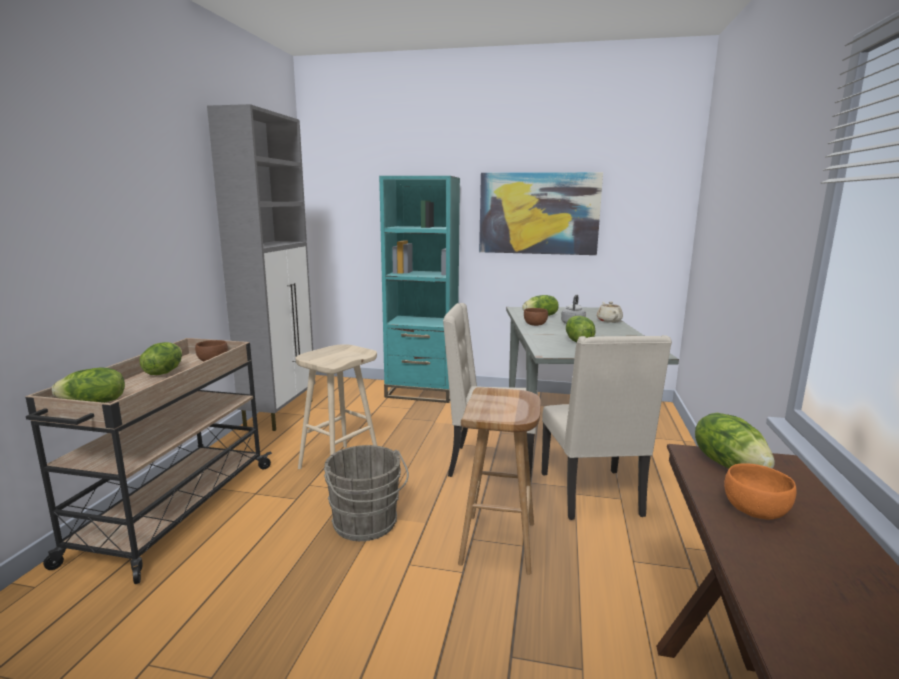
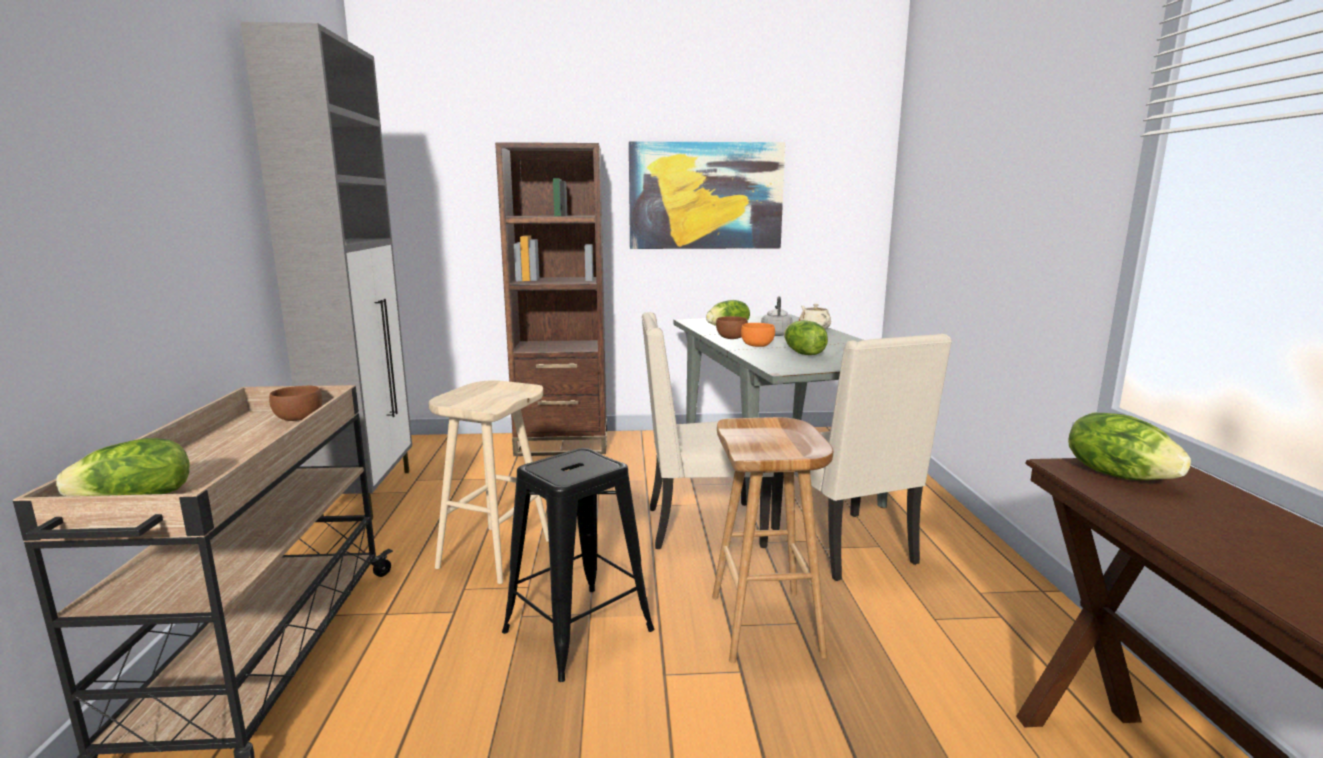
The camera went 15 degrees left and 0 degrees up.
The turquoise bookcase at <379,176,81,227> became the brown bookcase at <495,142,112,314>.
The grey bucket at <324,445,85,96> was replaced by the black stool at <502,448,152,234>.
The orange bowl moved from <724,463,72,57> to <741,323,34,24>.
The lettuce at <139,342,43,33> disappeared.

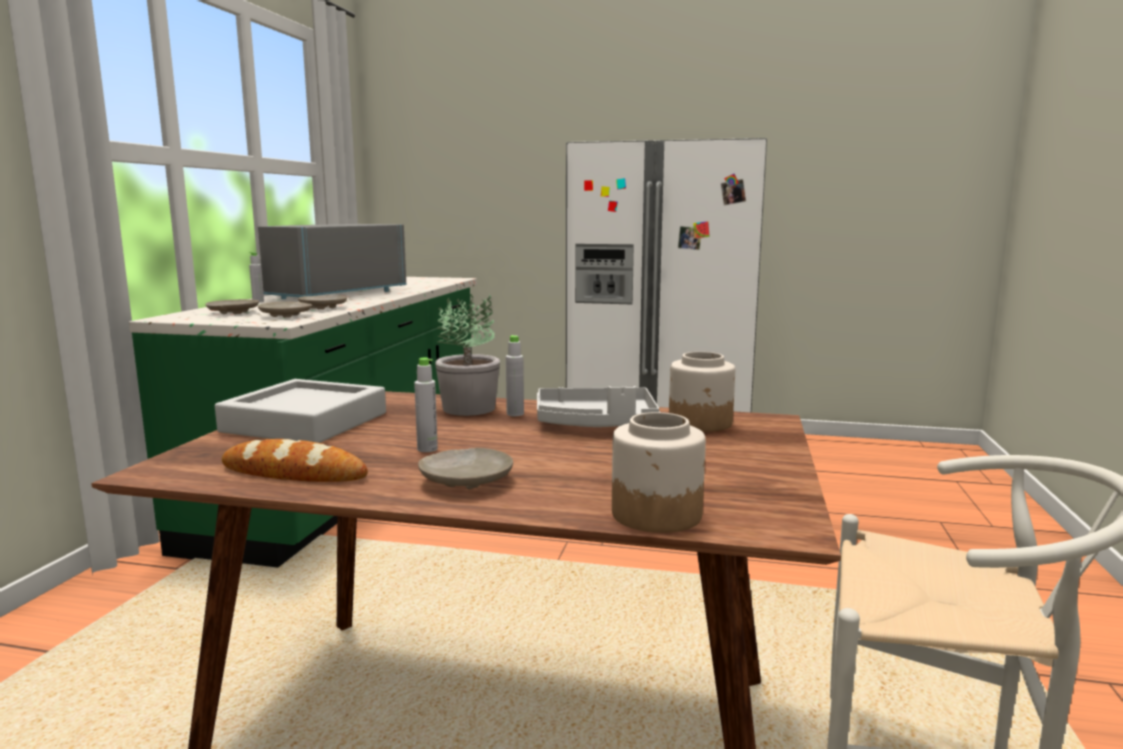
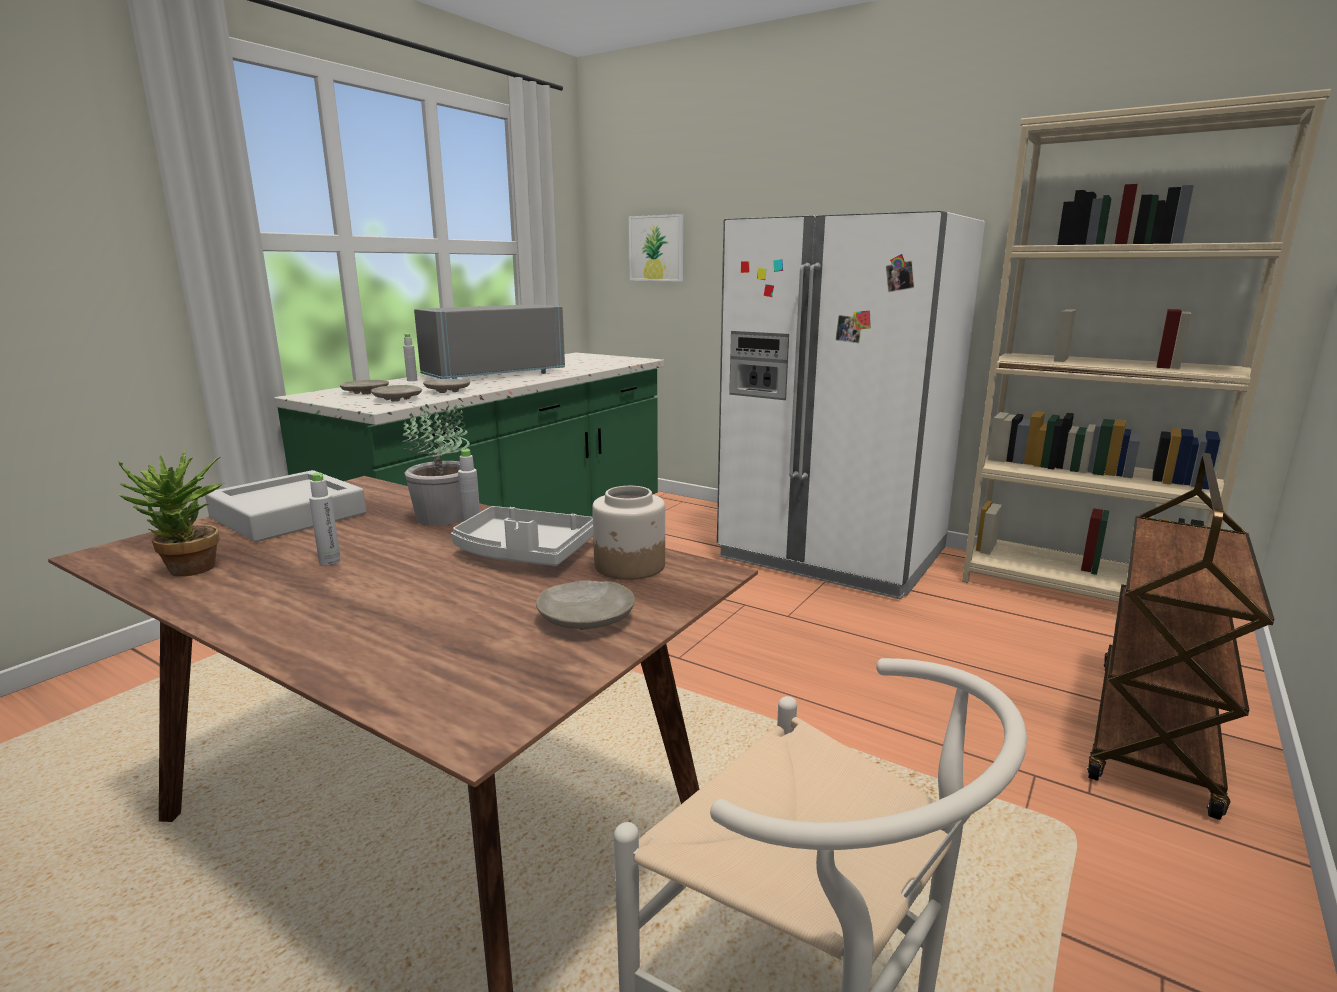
The camera went 20 degrees right and 5 degrees up.
The bread at <222,439,146,43> was replaced by the potted plant at <118,450,107,126>.
The beige plate moved from <418,448,95,42> to <536,581,99,49>.
The picture at <629,214,54,67> appeared.
The beige bookcase at <962,89,369,514> appeared.
The brown cart at <1087,453,187,367> appeared.
The jar at <612,412,94,121> disappeared.

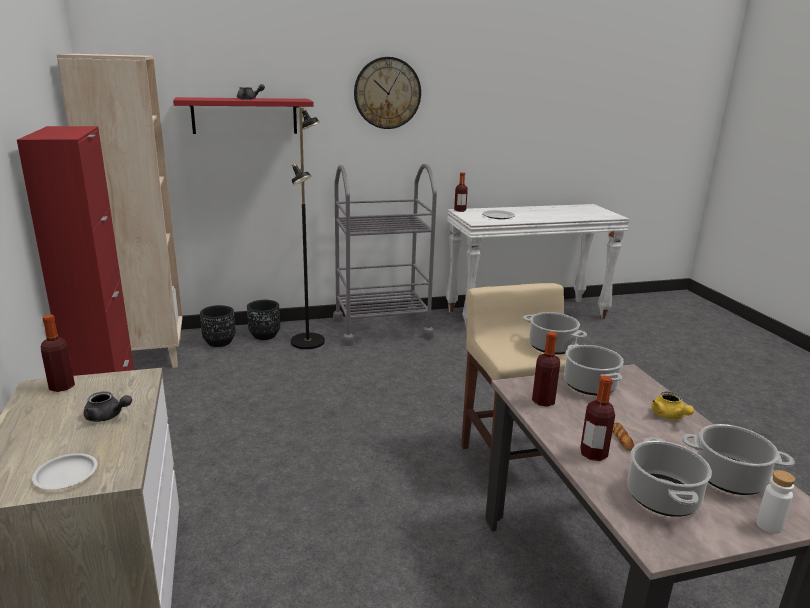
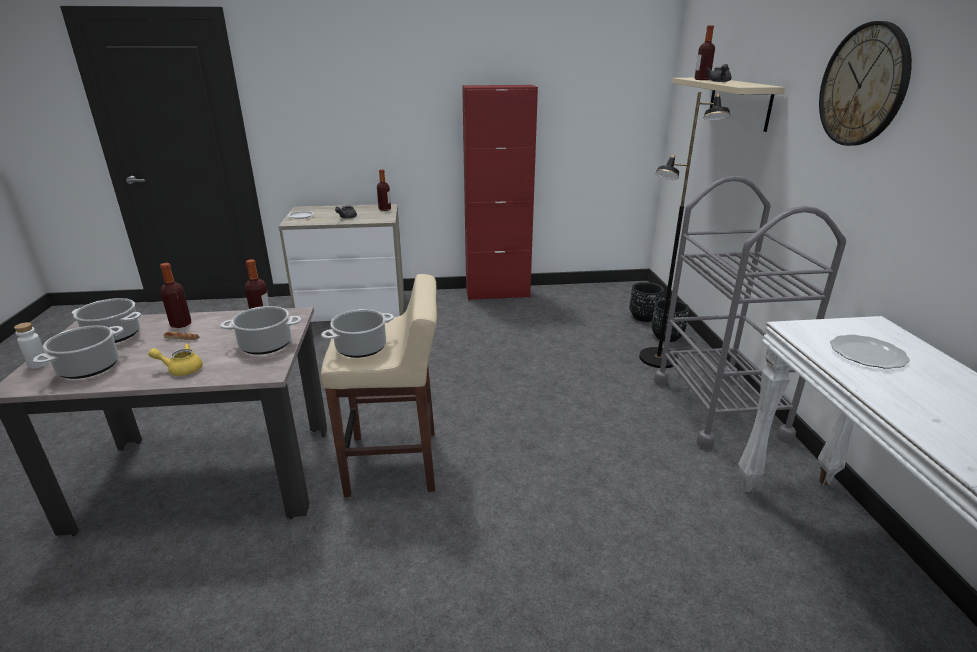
The camera went 100 degrees right and 5 degrees up.
The red shelf at <173,97,141,37> became the beige shelf at <672,78,113,54>.
The bottle moved from <454,172,14,40> to <695,25,20,55>.
The beige bookcase at <56,54,127,314> disappeared.

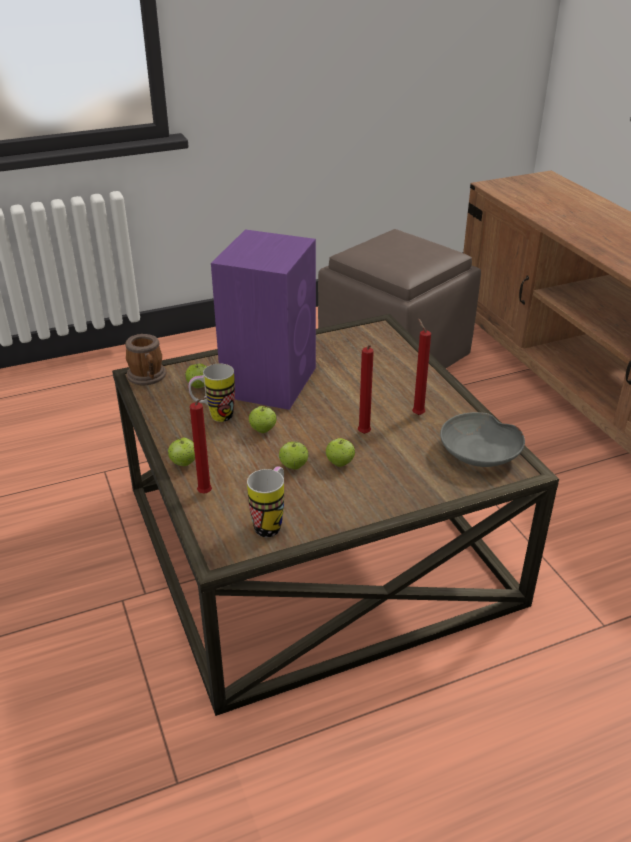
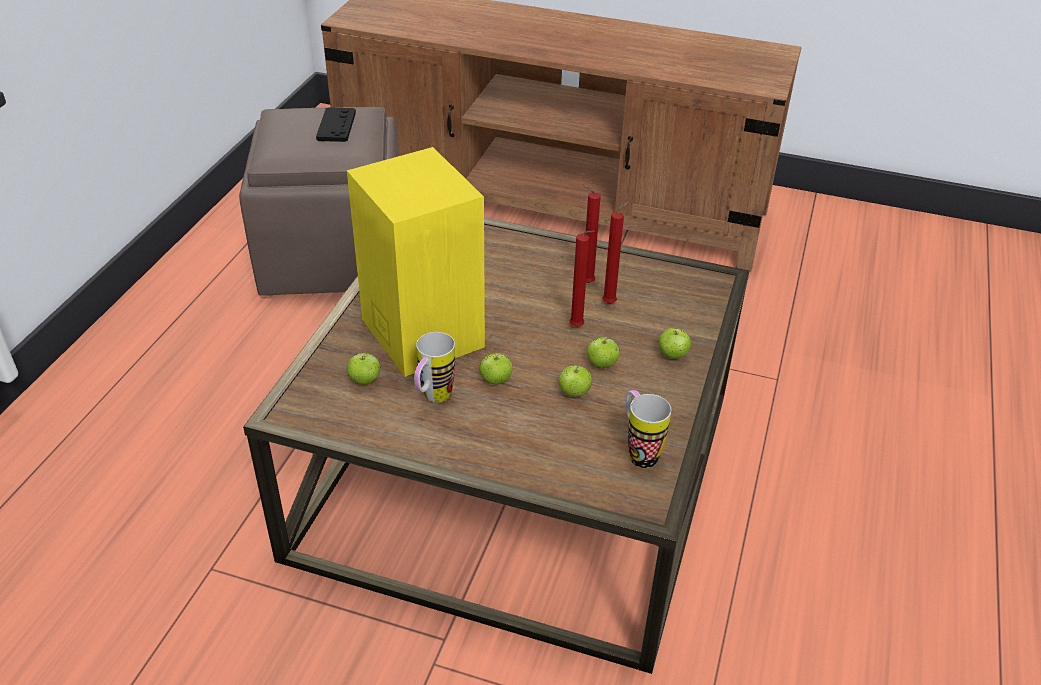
The camera went 50 degrees left and 5 degrees up.
The black game controller at <316,107,40,35> appeared.
The purple speaker at <211,229,105,181> became the yellow speaker at <347,147,138,230>.
The red candle moved from <190,397,22,97> to <602,201,28,103>.
The apple moved from <168,438,27,28> to <659,328,32,31>.
The mug at <125,334,41,51> disappeared.
The grey bowl at <440,412,85,55> disappeared.

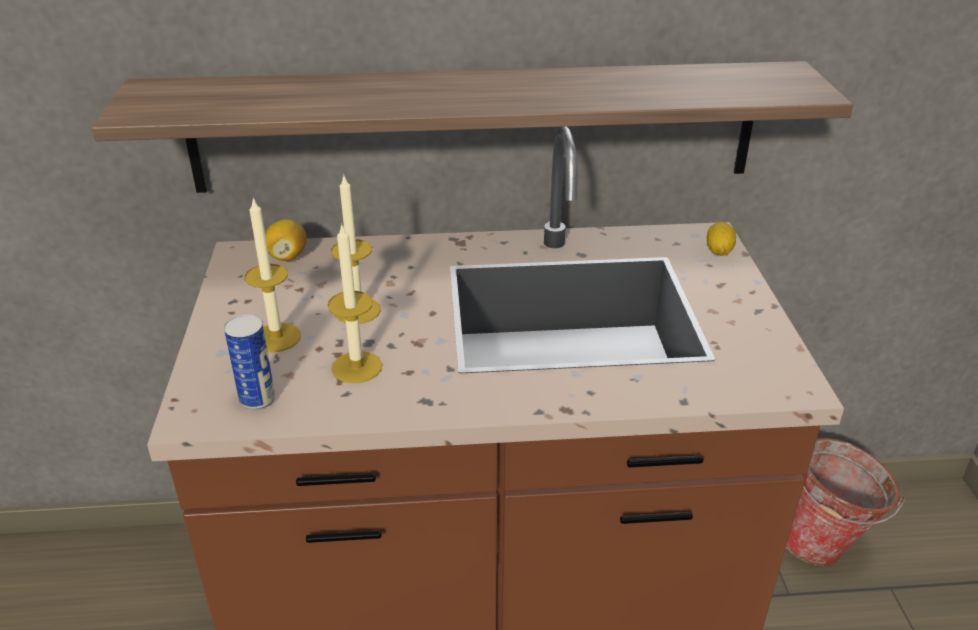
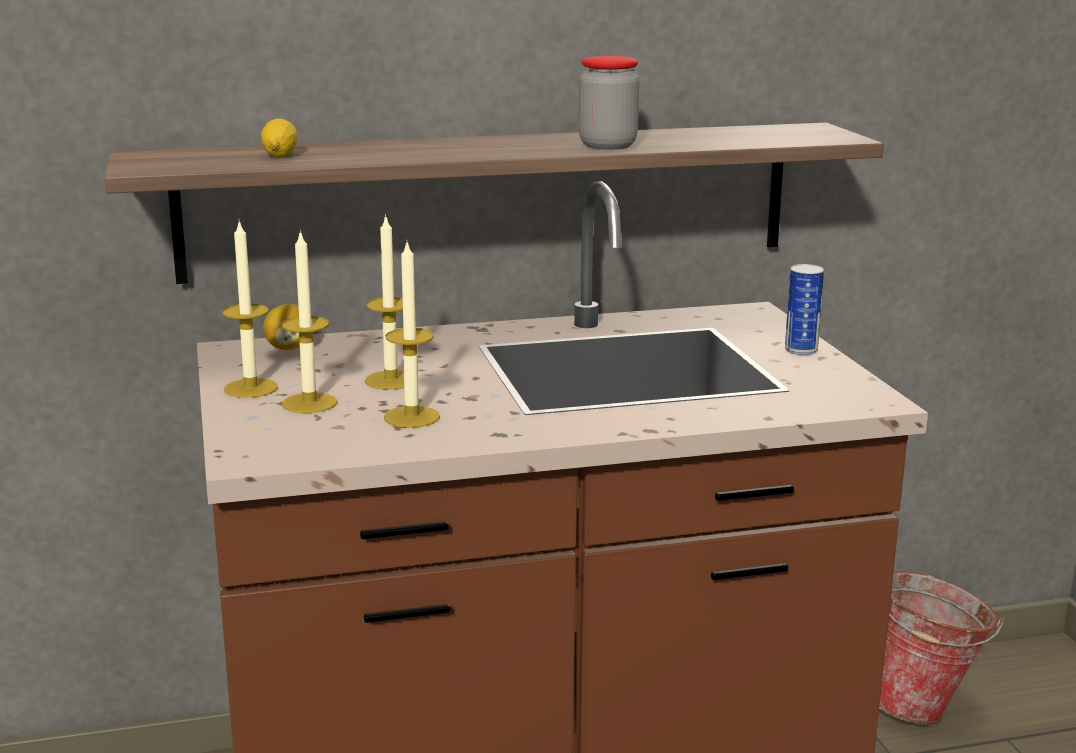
The camera went 10 degrees left and 15 degrees down.
The candle at <222,221,56,177> appeared.
The lemon moved from <707,222,29,34> to <261,118,37,39>.
The jar at <579,56,60,94> appeared.
The can moved from <224,315,51,96> to <785,264,39,91>.

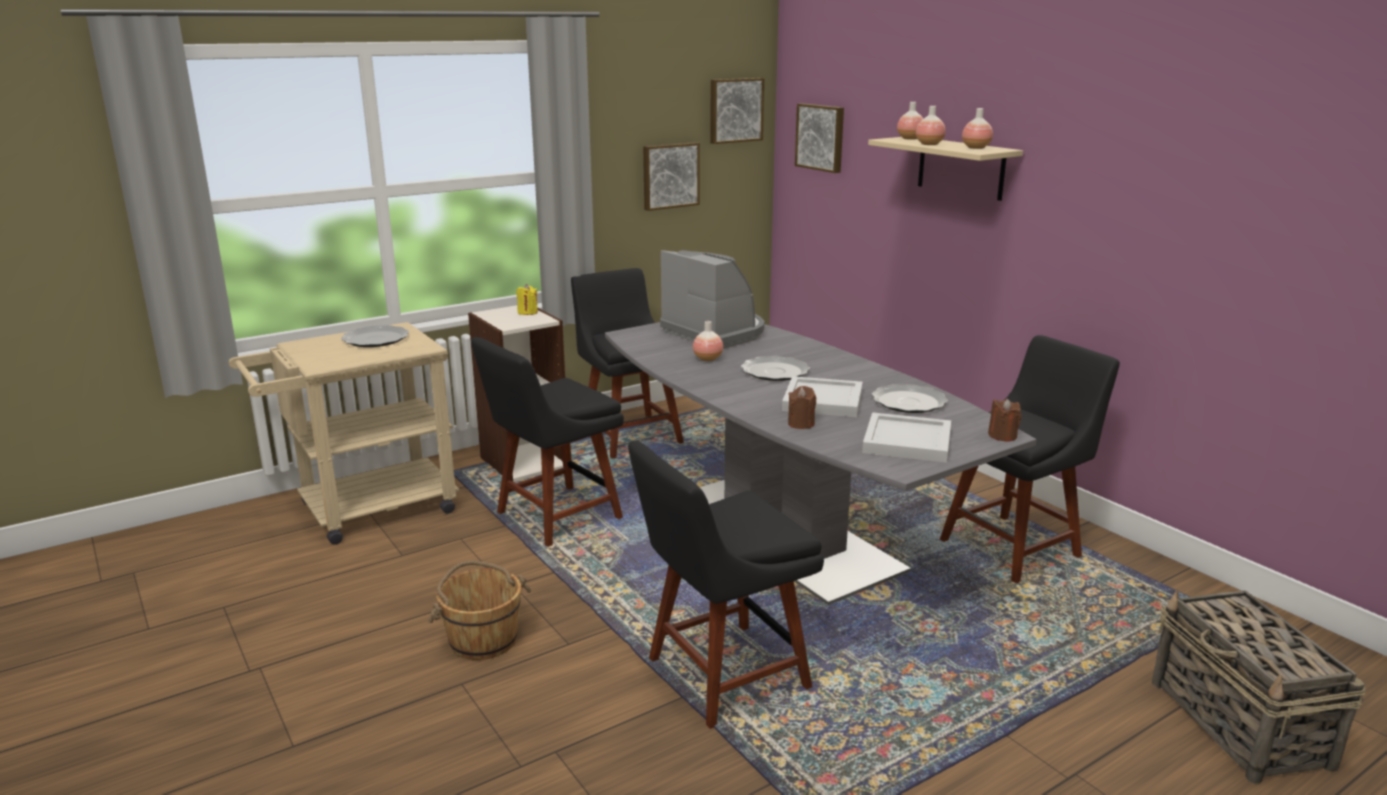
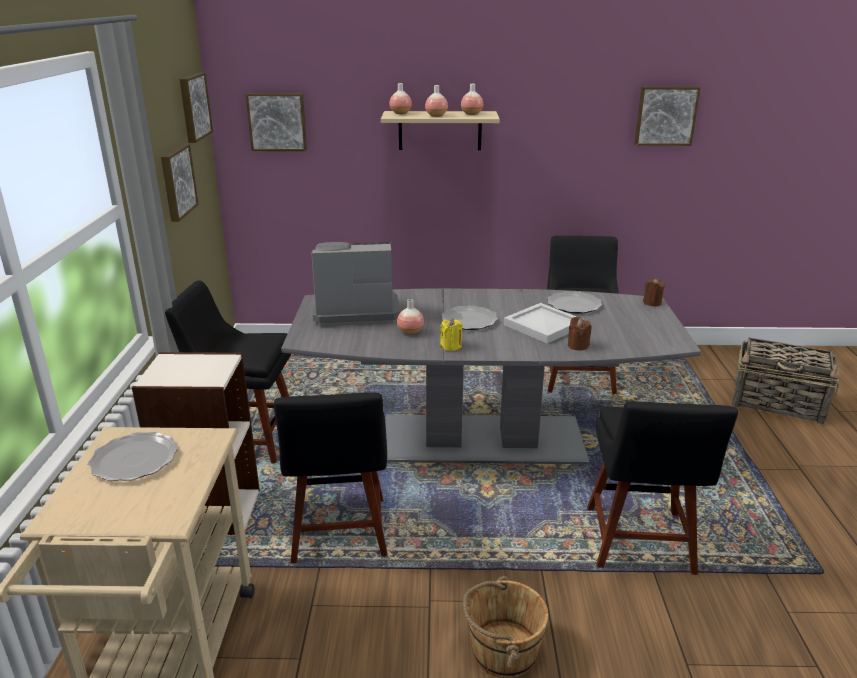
The camera went 55 degrees left and 5 degrees up.
The yellow candle moved from <516,284,22,31> to <440,319,23,32>.
The picture at <634,86,67,60> appeared.
The white tray at <862,412,89,51> disappeared.

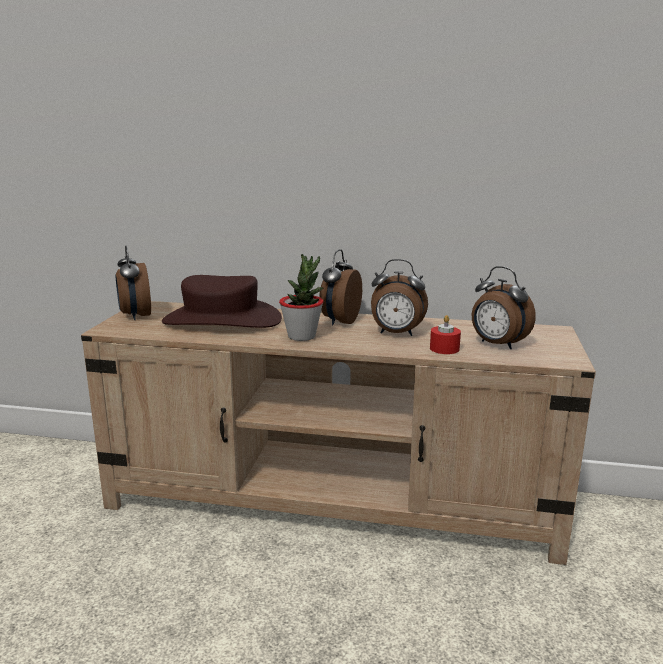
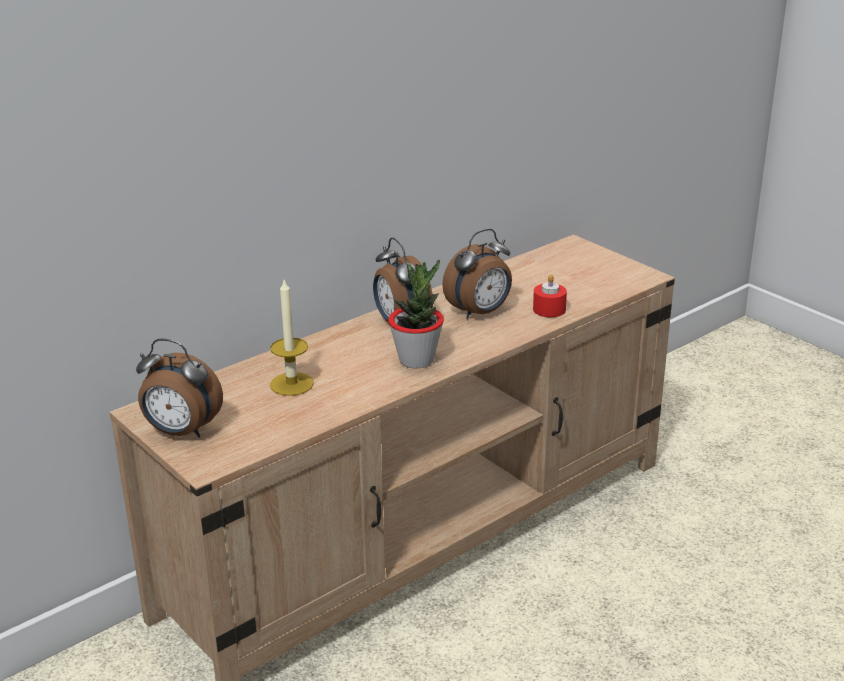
The camera went 50 degrees left and 10 degrees up.
The brown hat at <162,275,120,53> was replaced by the candle at <270,280,44,116>.
The alarm clock at <472,266,64,83> disappeared.

